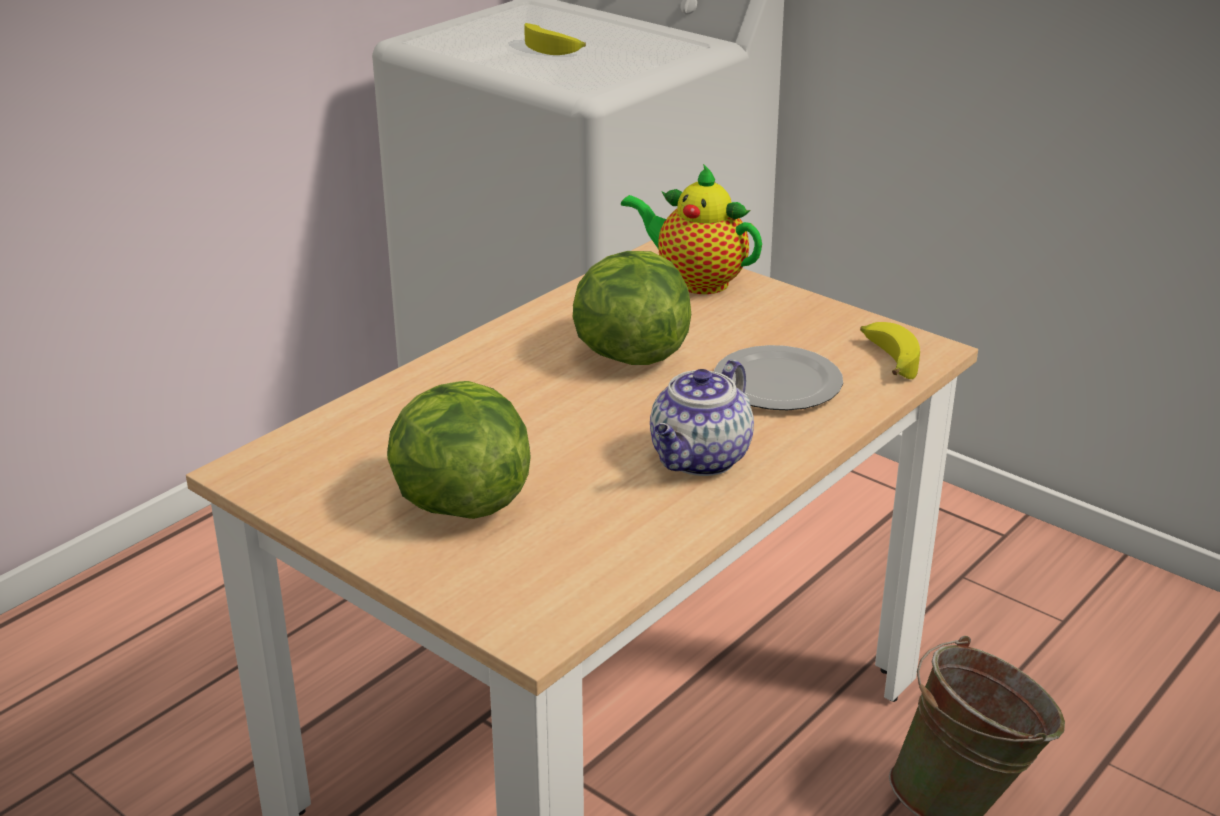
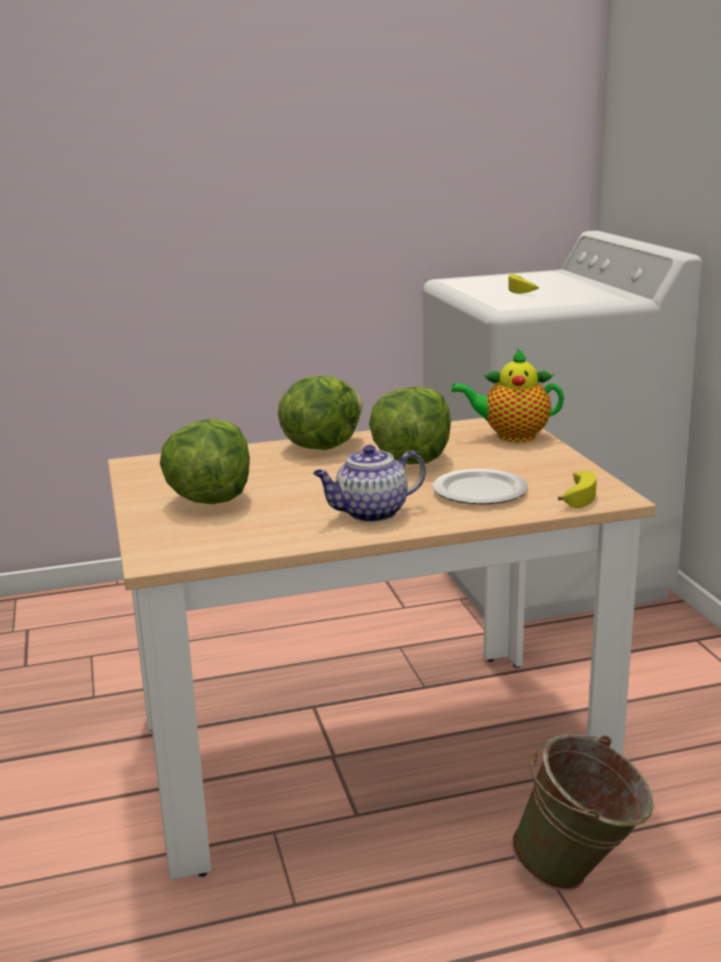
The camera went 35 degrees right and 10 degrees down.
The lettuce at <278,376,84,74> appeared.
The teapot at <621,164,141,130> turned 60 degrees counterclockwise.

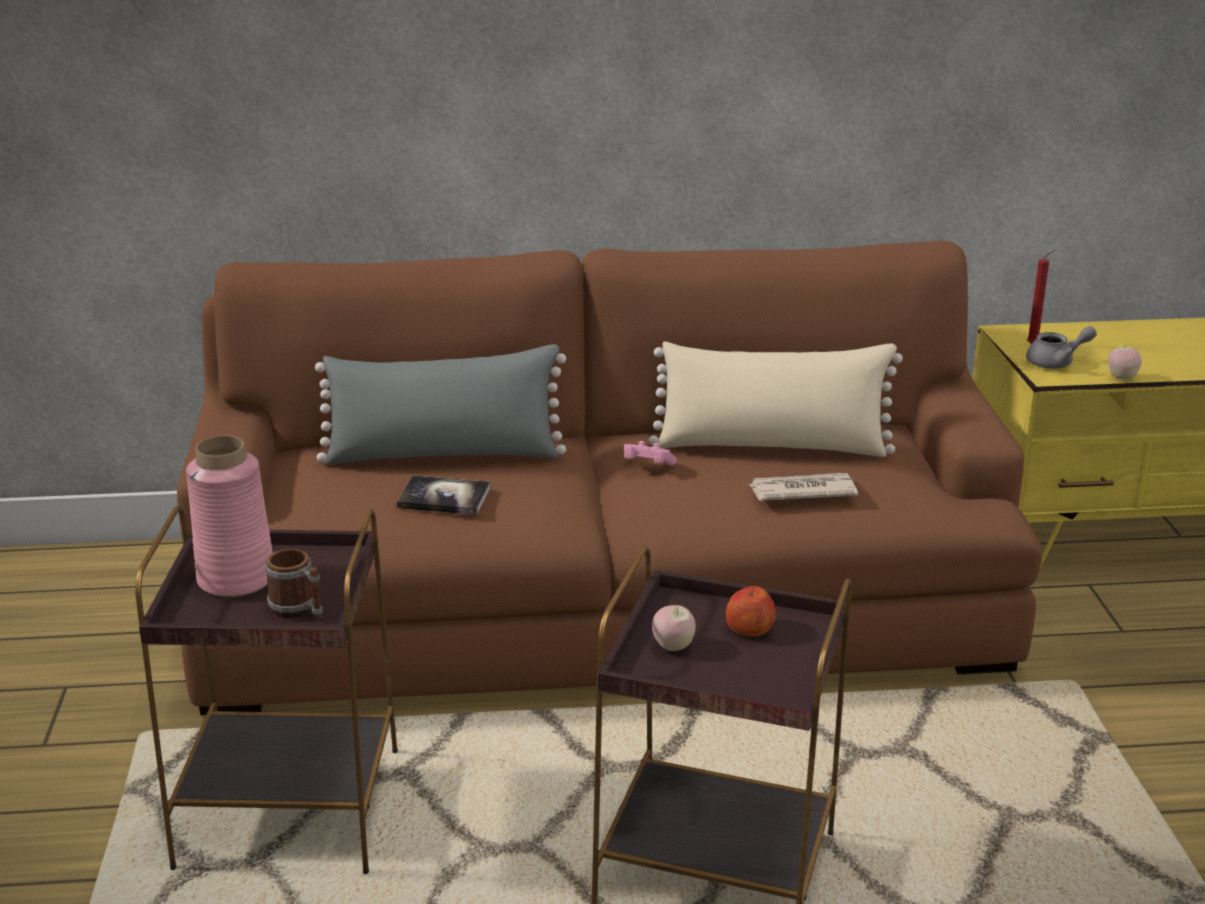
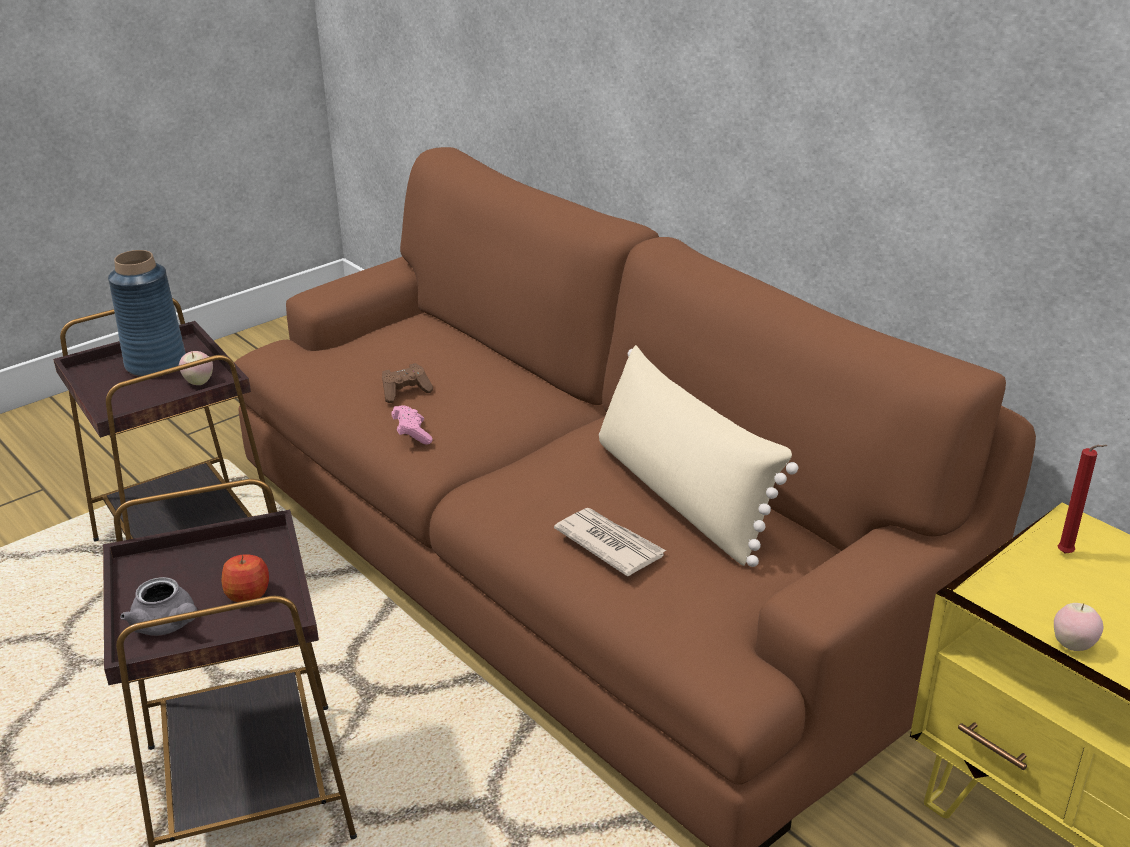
The camera went 55 degrees right and 5 degrees up.
The pink vase at <186,435,87,162> became the blue vase at <108,250,78,127>.
The grey teapot moved from <1026,326,71,43> to <120,577,77,59>.
The apple moved from <652,605,44,46> to <179,351,34,34>.
The book at <397,476,93,39> was replaced by the brown game controller at <382,363,51,40>.
The pink game controller moved from <624,441,53,24> to <391,405,42,40>.
The mug at <265,548,58,73> disappeared.
The grey pillow at <315,344,251,120> disappeared.

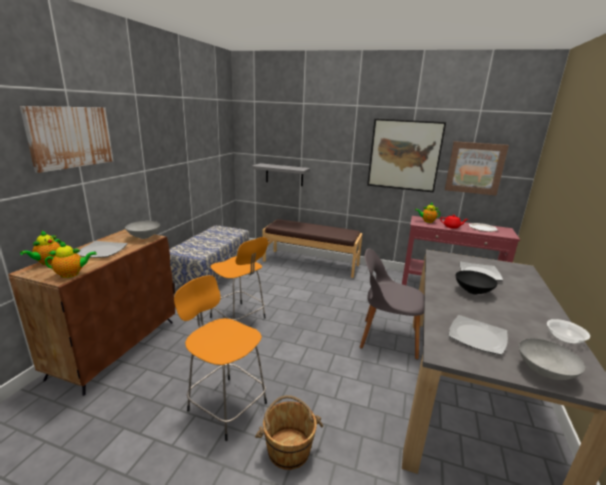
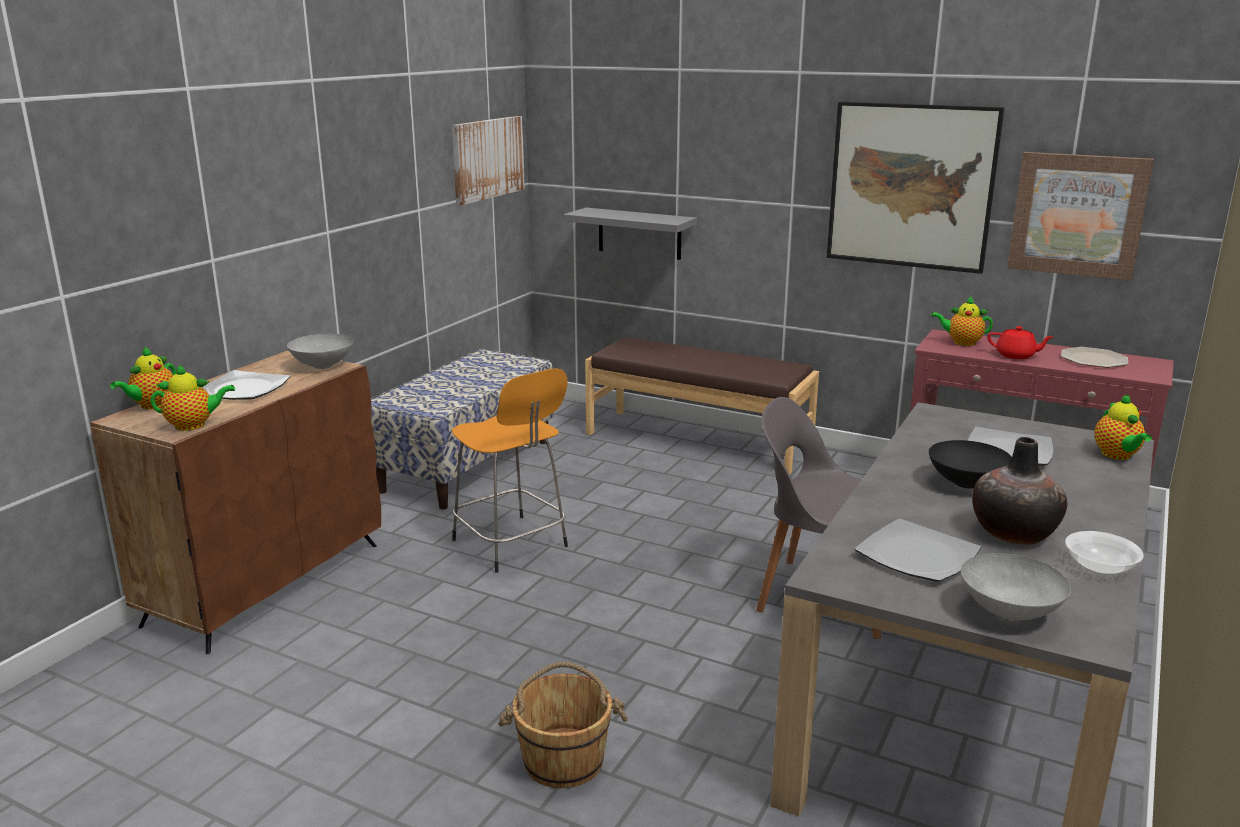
The camera went 10 degrees right and 0 degrees up.
The picture moved from <20,106,93,67> to <452,116,73,89>.
The vase at <972,437,95,108> appeared.
The teapot at <1094,394,58,66> appeared.
The orange stool at <174,275,93,166> disappeared.

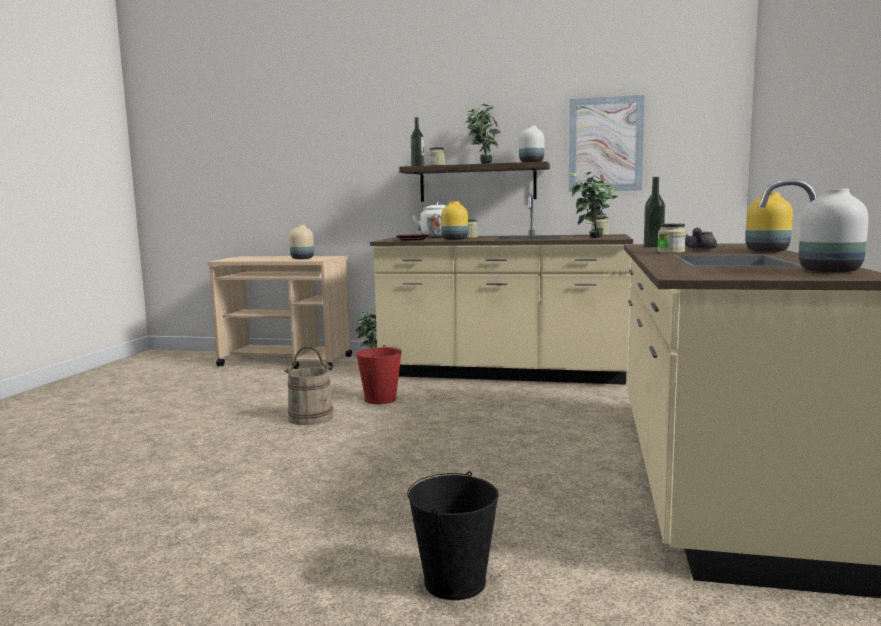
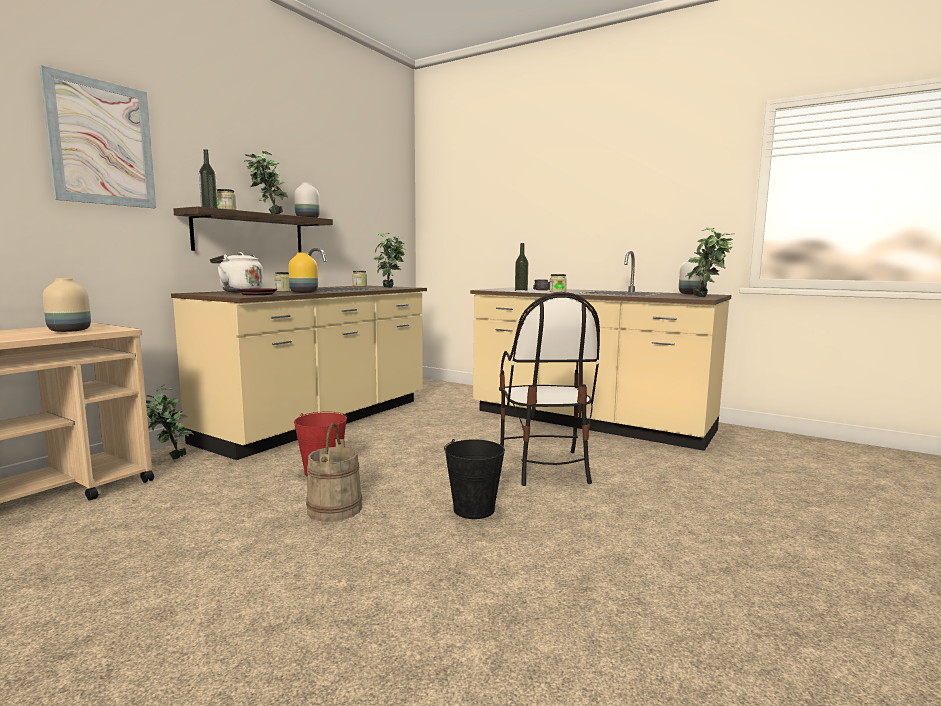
The camera went 70 degrees left and 0 degrees up.
The picture moved from <569,95,76,97> to <40,65,116,143>.
The black bucket moved from <407,471,92,129> to <444,439,61,80>.
The chair at <499,292,101,194> appeared.
The potted plant at <685,228,49,69> appeared.
The yellow vase at <746,193,47,59> disappeared.

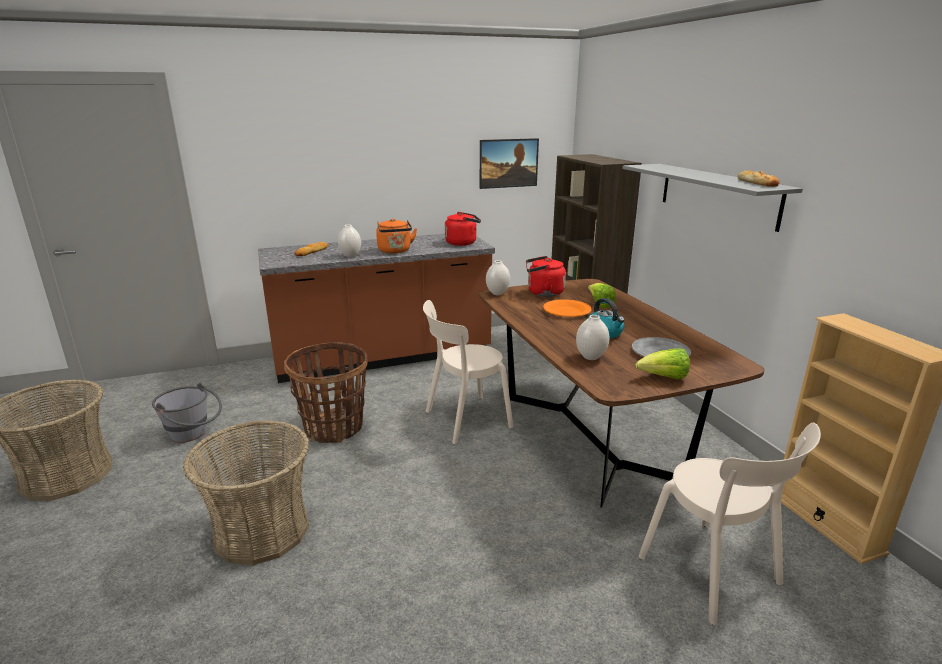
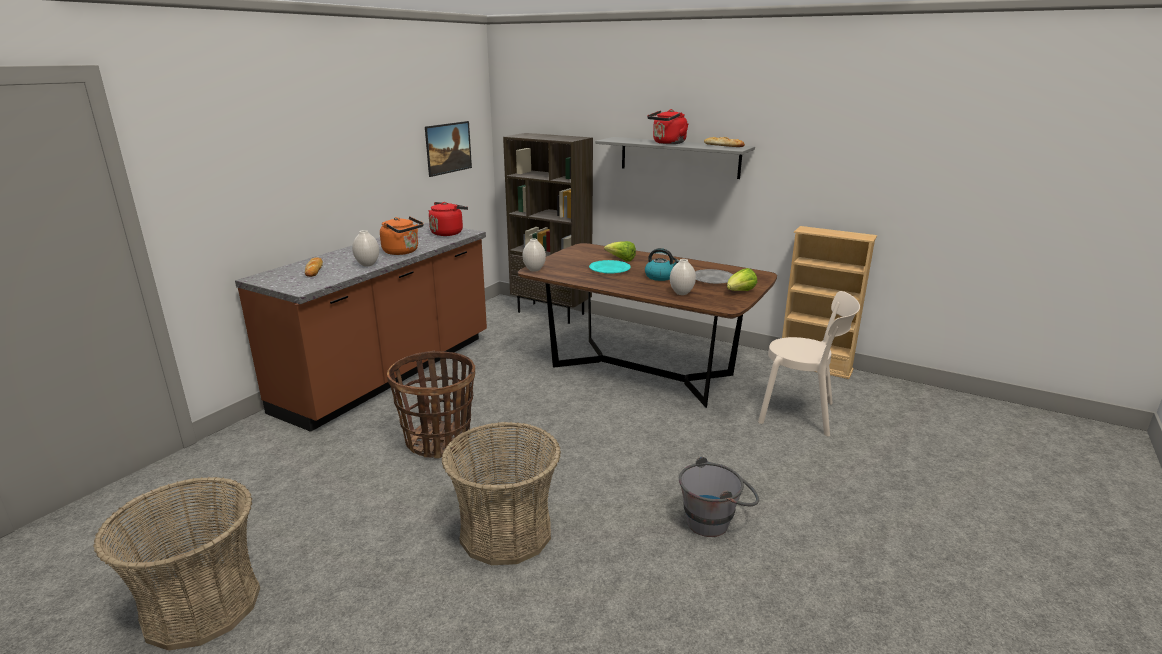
The camera went 40 degrees left and 0 degrees up.
The orange plate at <543,299,48,18> became the turquoise plate at <589,260,42,14>.
The red kettle moved from <526,256,40,41> to <647,109,42,35>.
The grey bucket moved from <152,383,70,60> to <679,457,80,80>.
The beige chair at <423,300,90,144> disappeared.

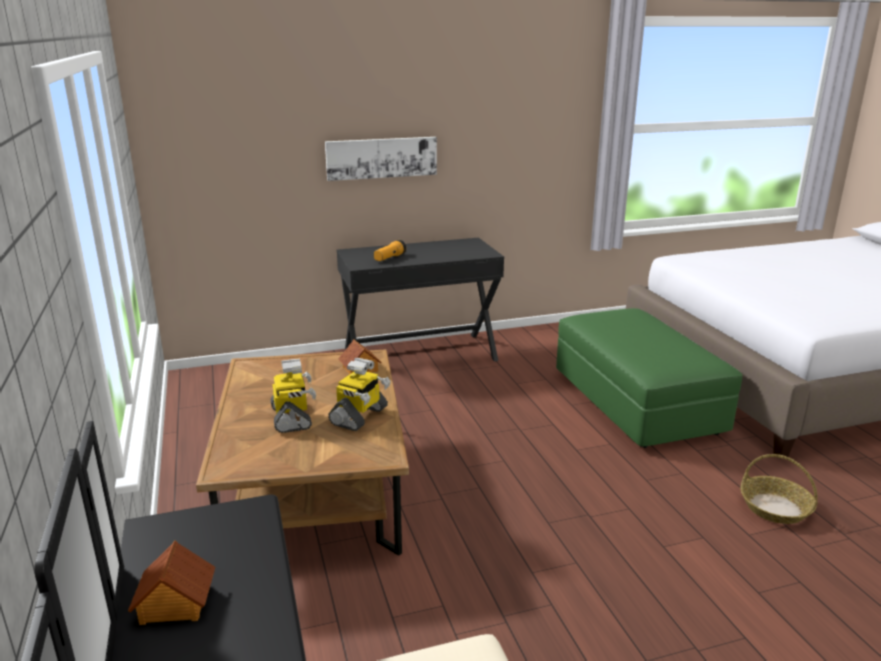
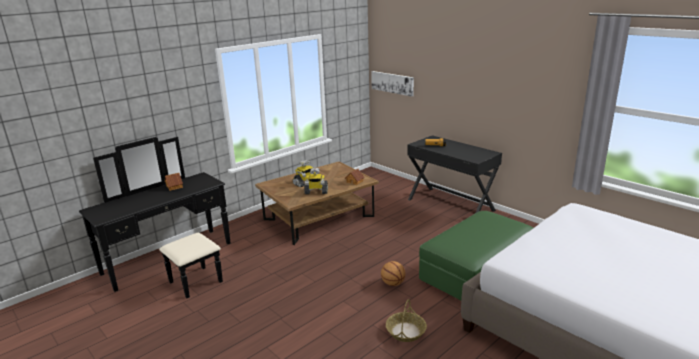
The camera went 65 degrees right and 0 degrees up.
The picture moved from <325,137,112,44> to <371,71,43,26>.
The basketball at <381,261,25,25> appeared.

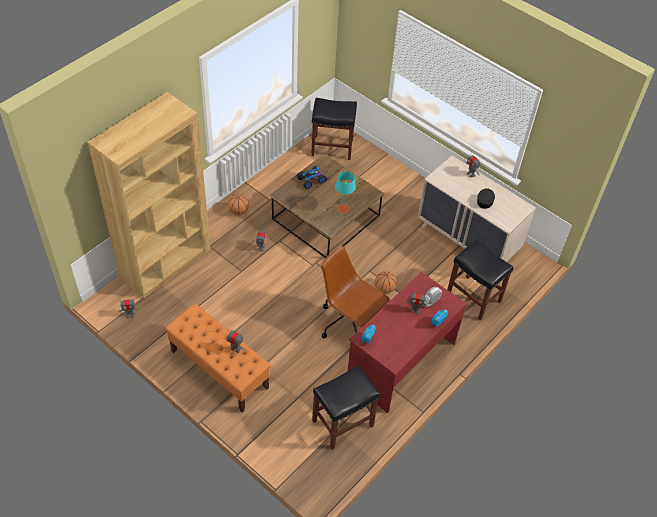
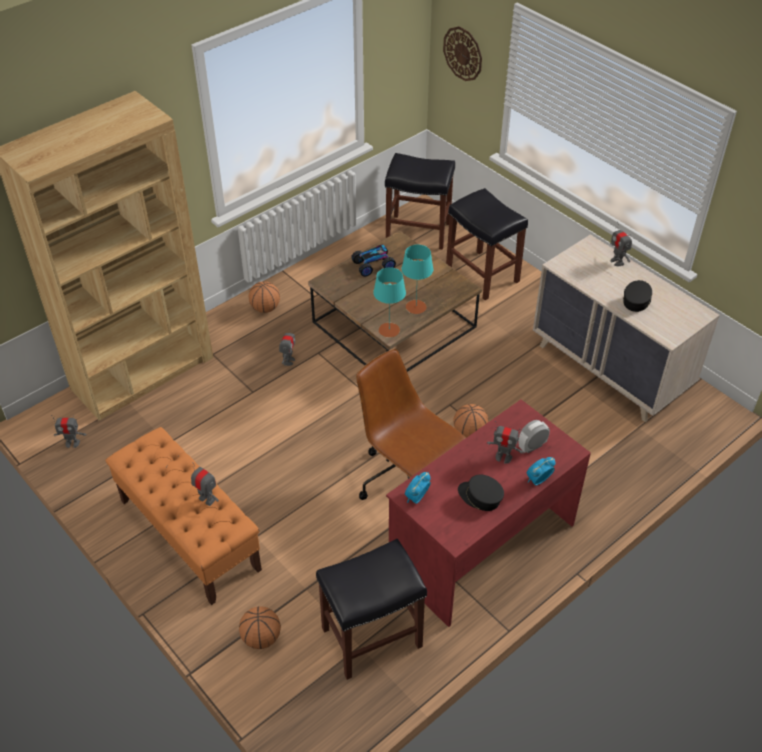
The camera went 10 degrees right and 5 degrees down.
The basketball at <239,606,42,43> appeared.
The turquoise table lamp at <373,267,33,71> appeared.
The wall clock at <443,26,39,55> appeared.
The black stool moved from <447,240,67,80> to <446,188,82,112>.
The black cap at <458,475,46,36> appeared.

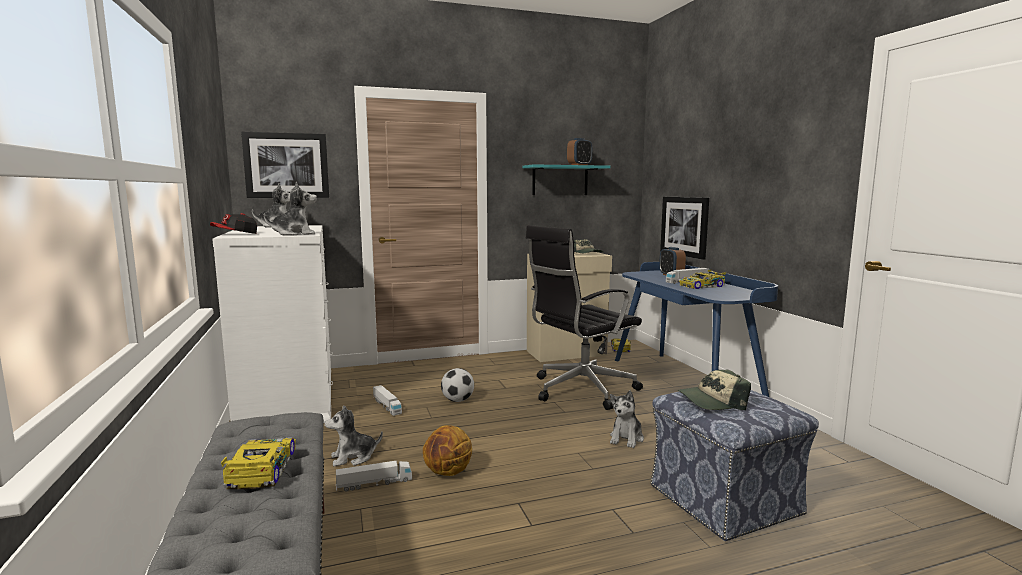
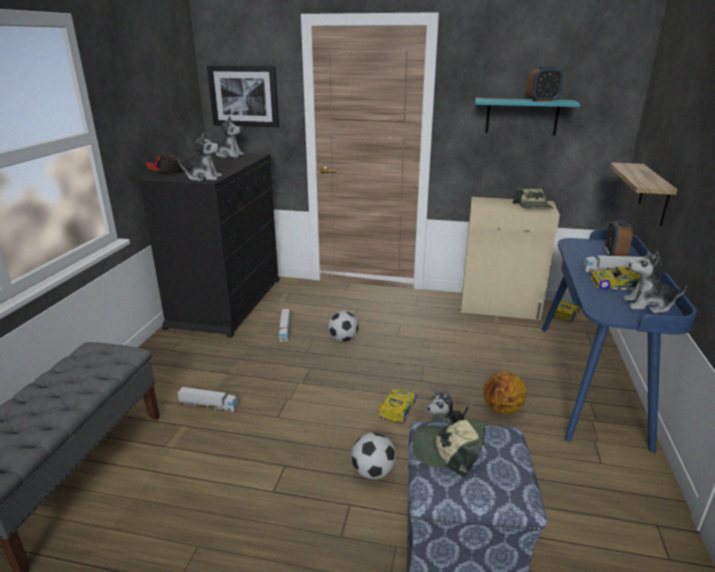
The camera went 30 degrees right and 15 degrees up.
The white dresser at <212,225,121,200> became the black dresser at <138,152,142,186>.
The football at <351,432,45,47> appeared.
The toy car moved from <221,437,75,52> to <379,388,38,36>.
The basketball moved from <423,425,49,51> to <483,371,44,43>.
The picture at <660,197,49,63> was replaced by the shelf at <610,163,68,63>.
The plush toy moved from <324,405,59,61> to <623,251,64,62>.
The black office chair at <526,225,117,185> disappeared.

